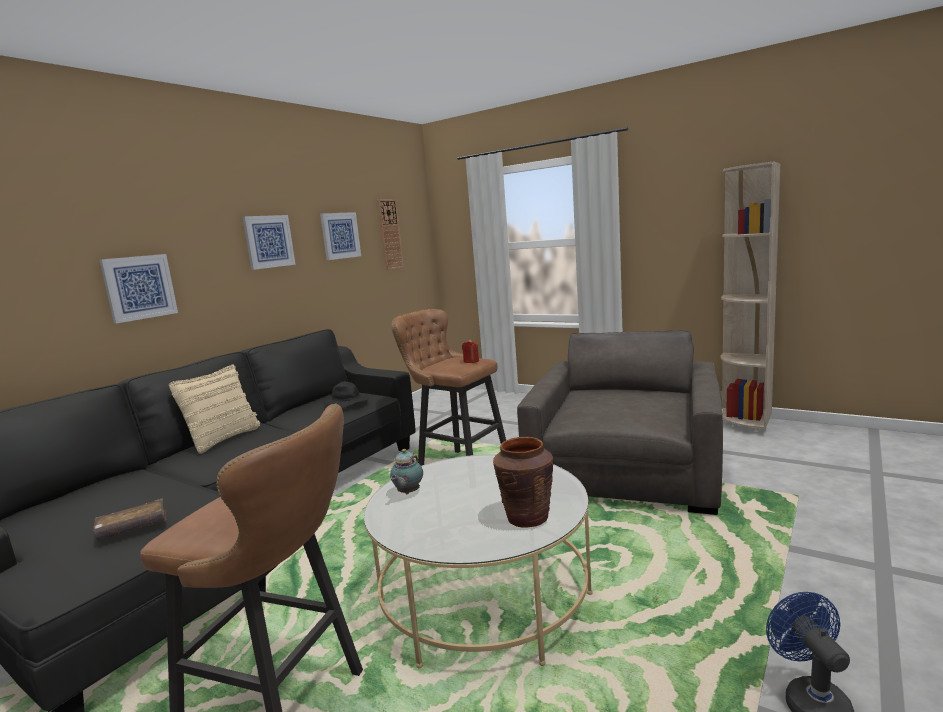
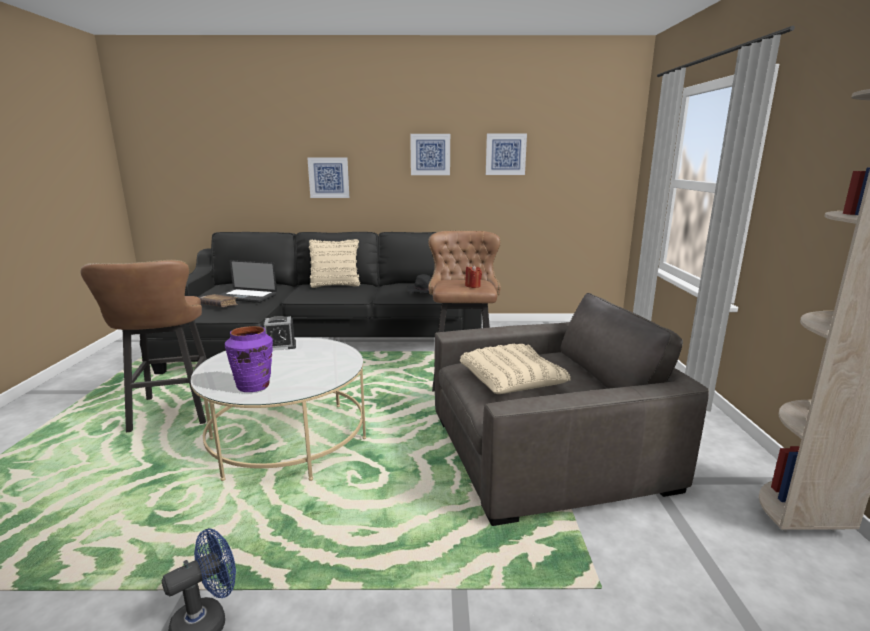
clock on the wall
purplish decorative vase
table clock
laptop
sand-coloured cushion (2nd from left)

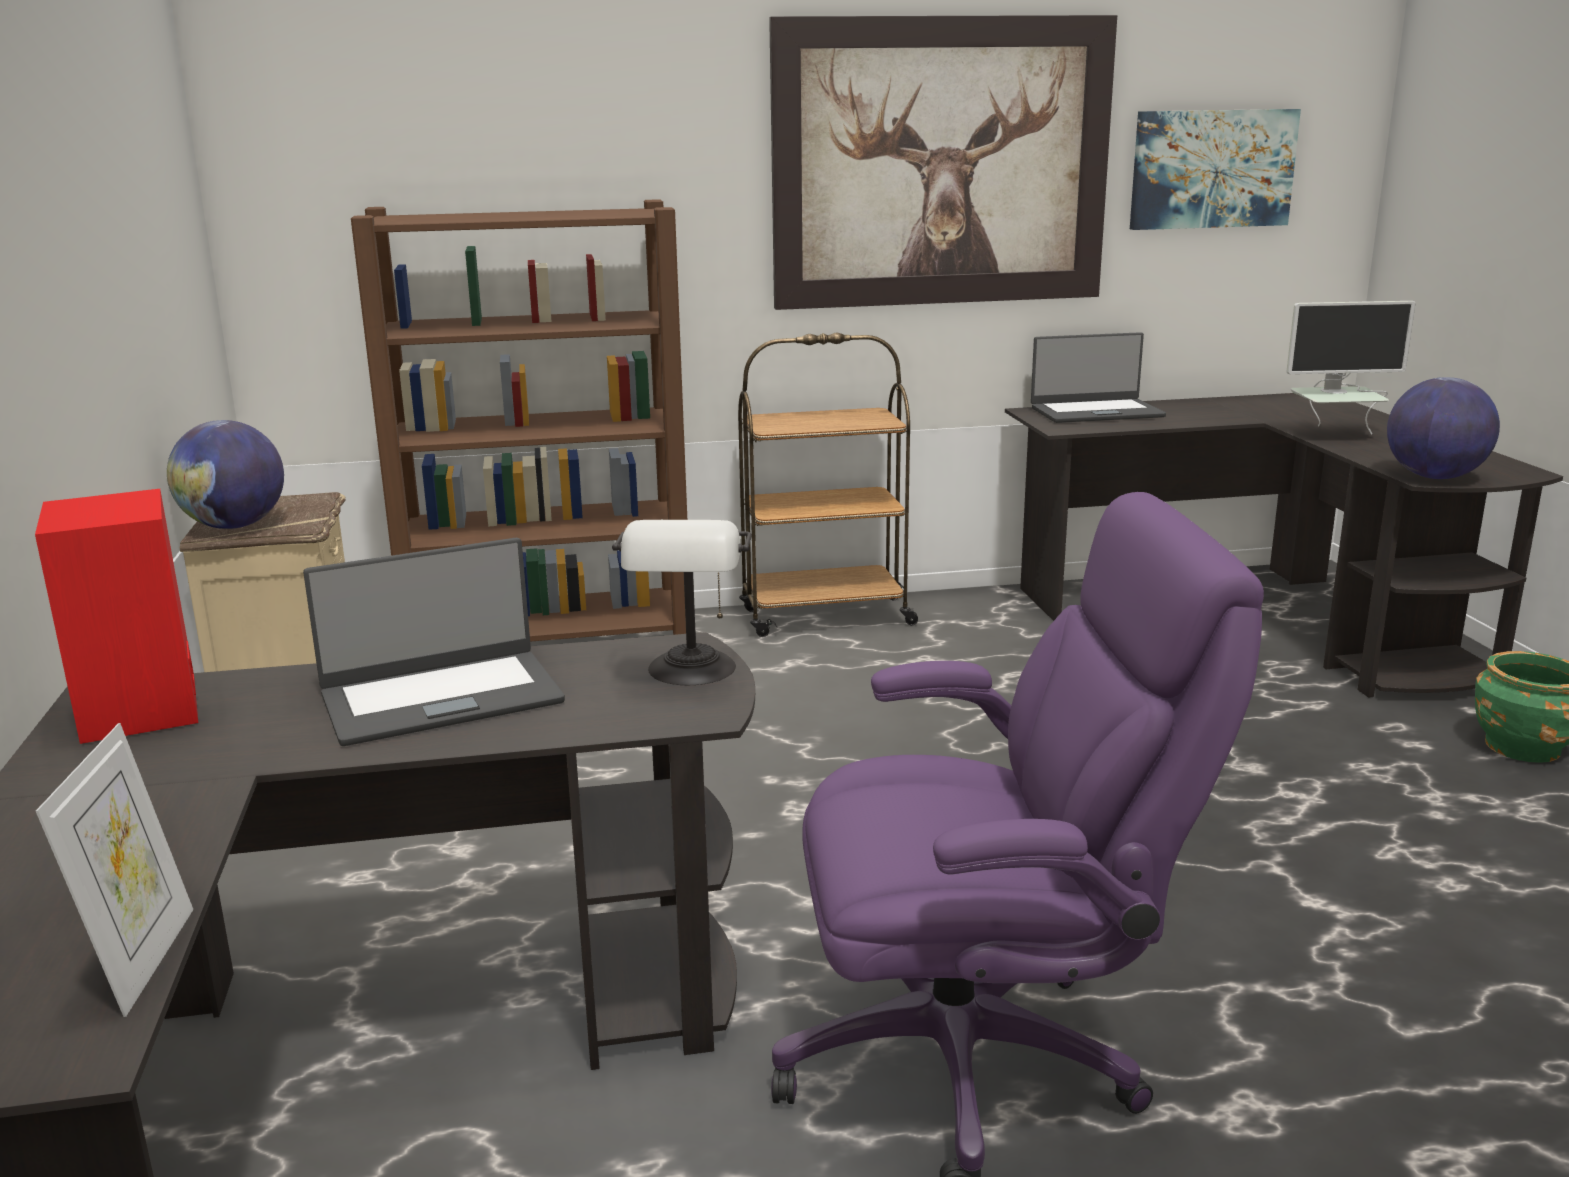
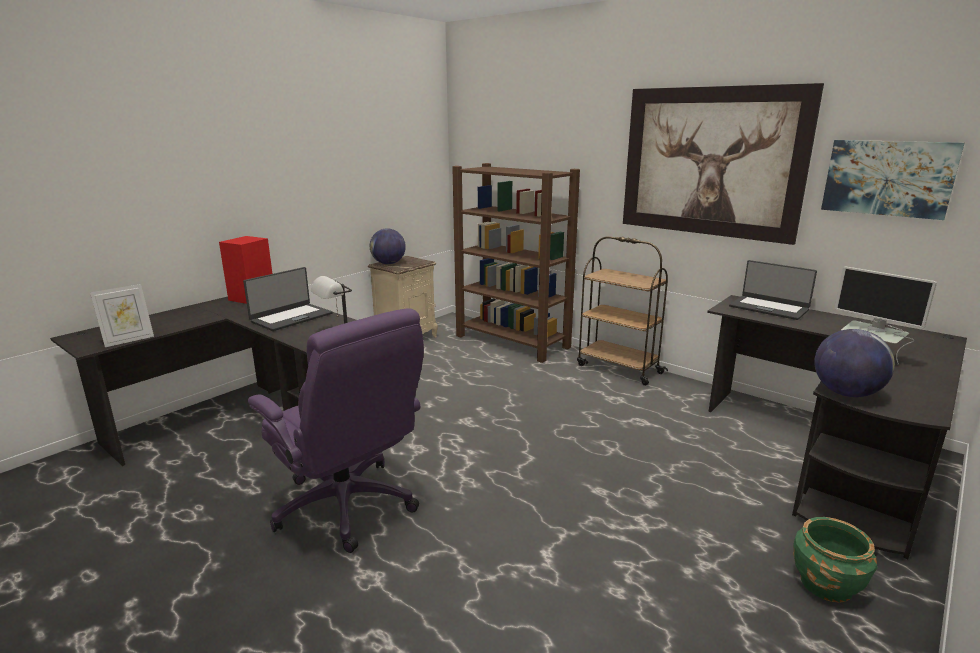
laptop (1st from left)

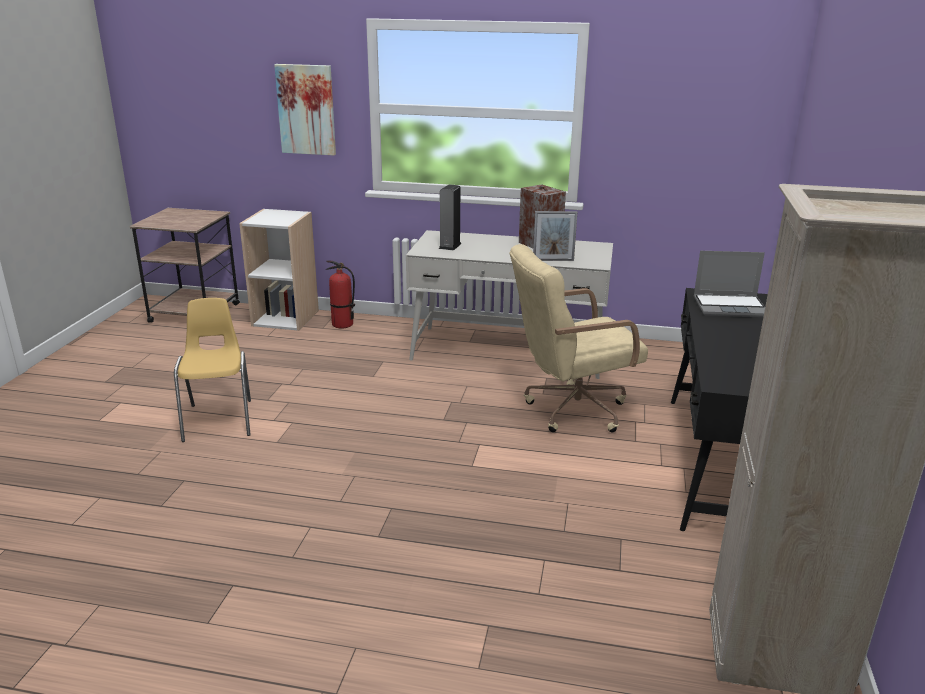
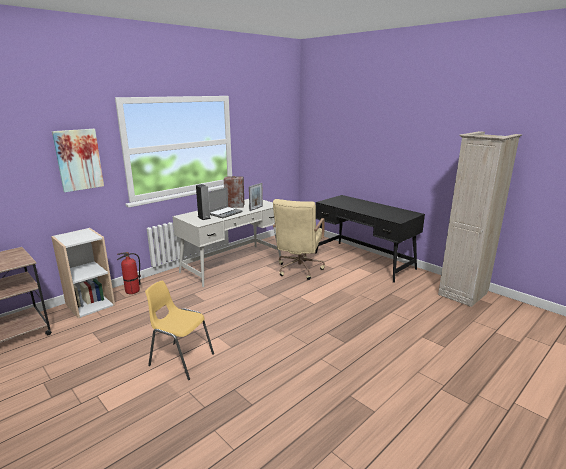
laptop

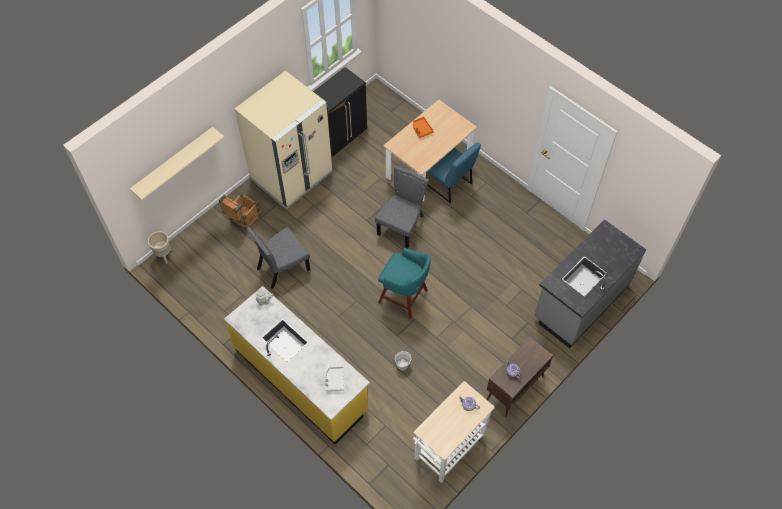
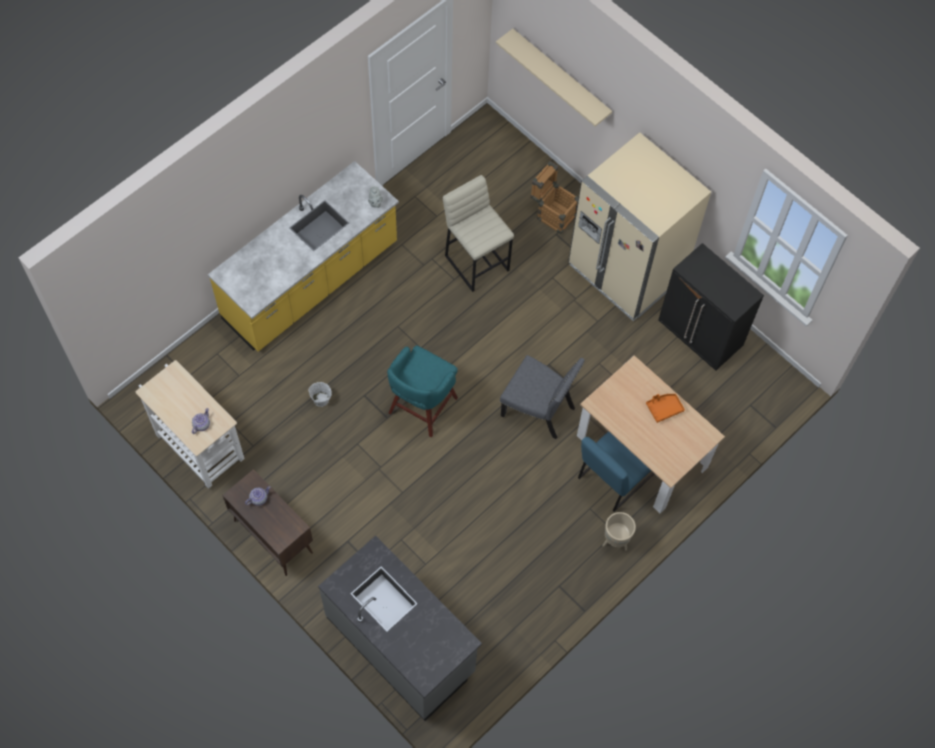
sand-coloured stool seat
sand-coloured planter
gray tray

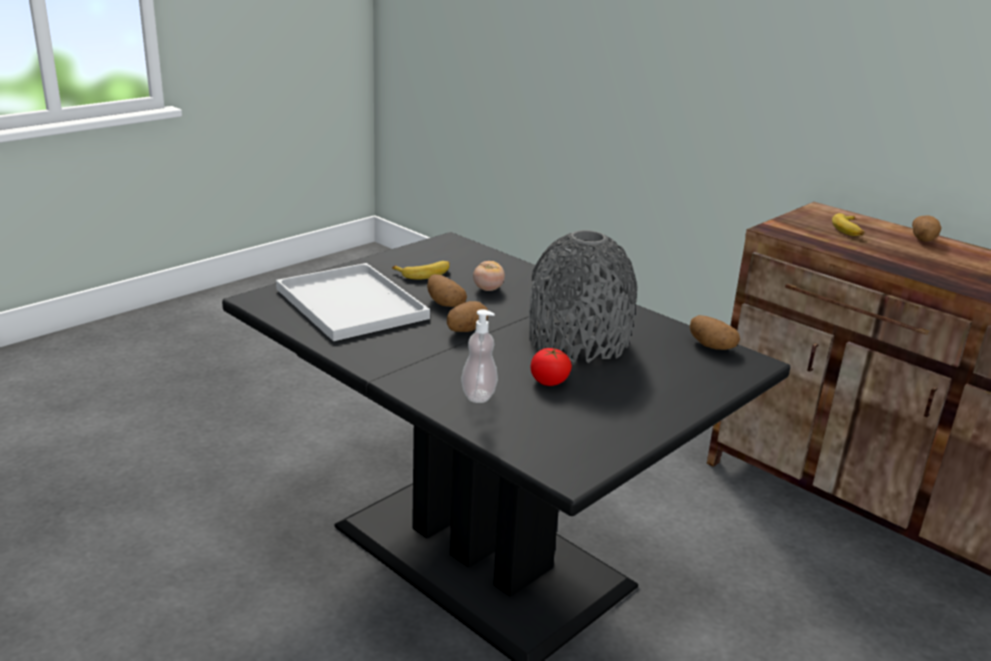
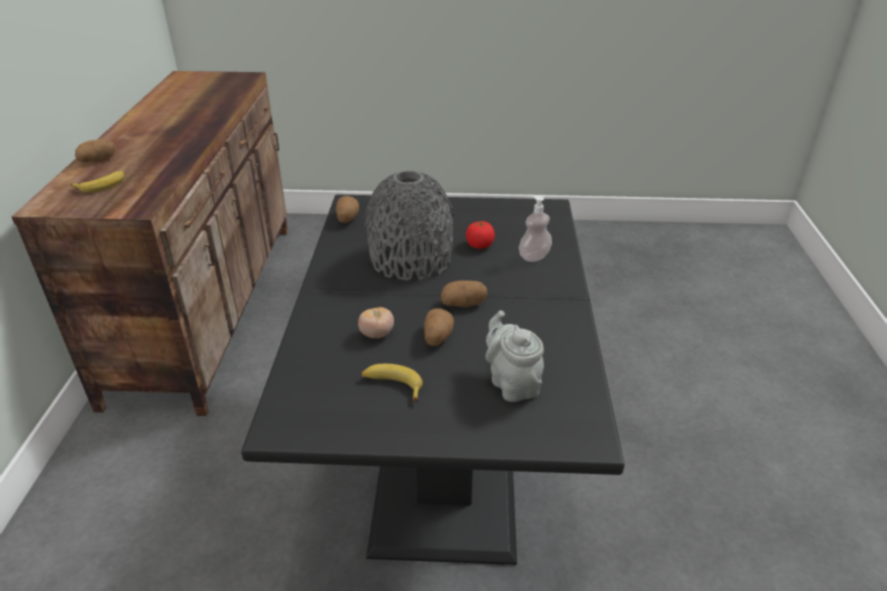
gray teapot

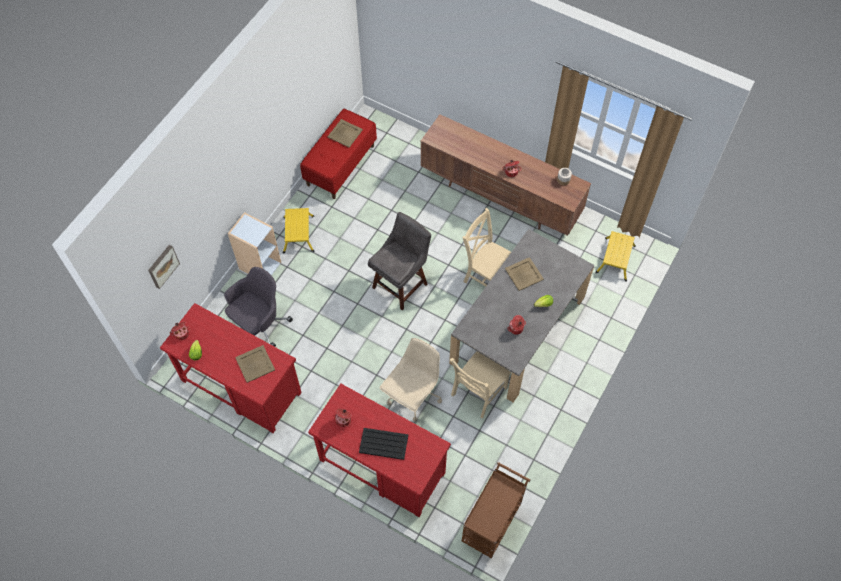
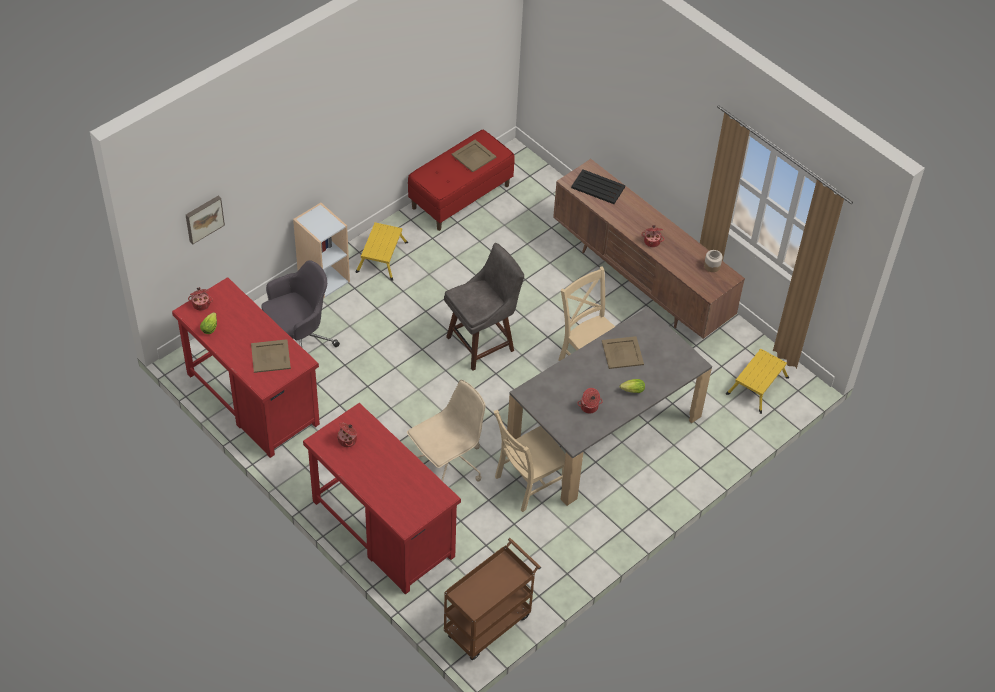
black tray

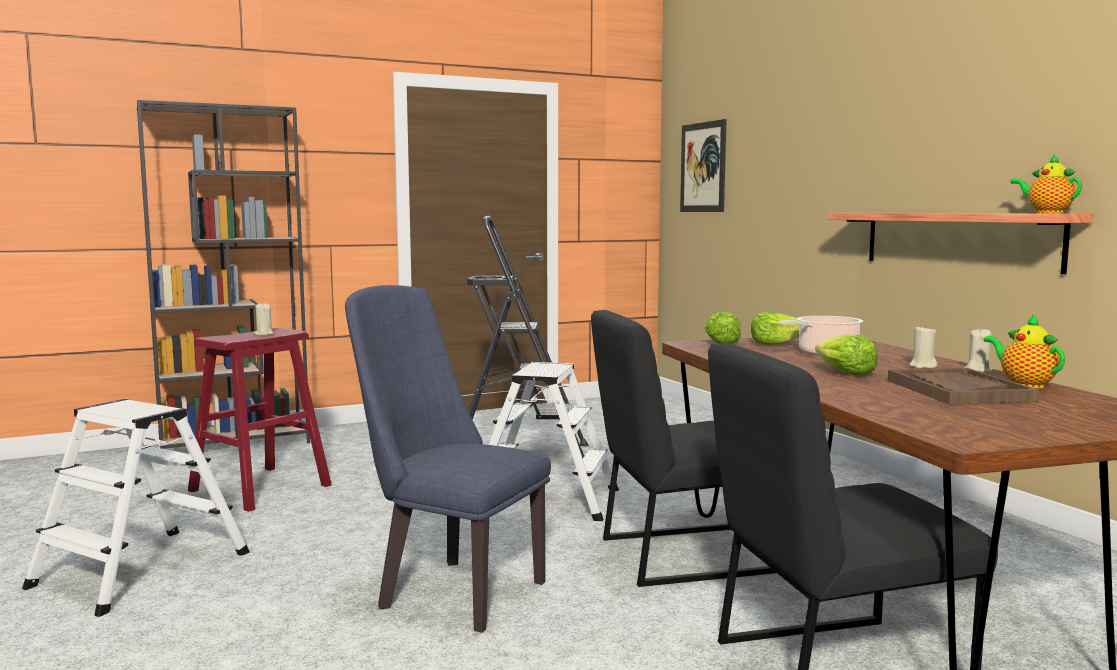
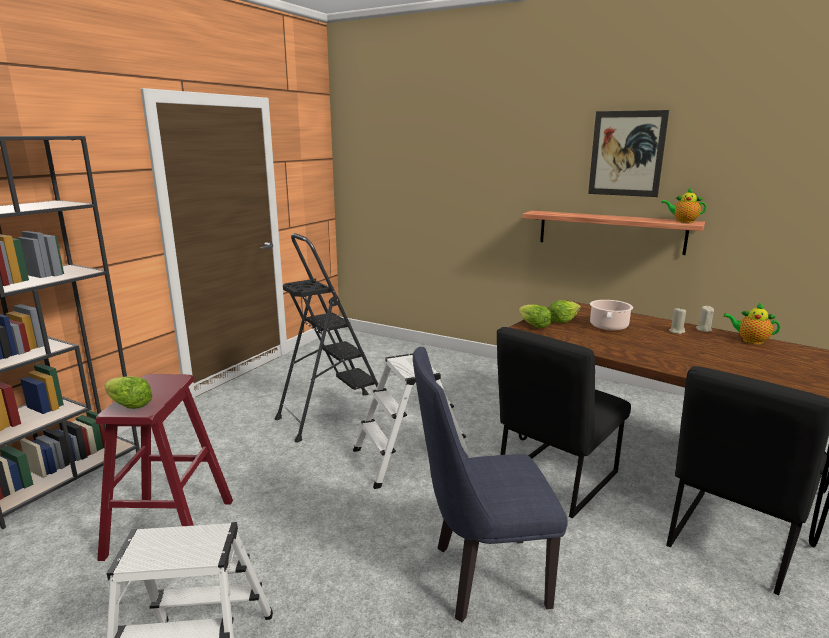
picture
sand-coloured wax light (1st from left in the first image)
head of lettuce (1st from left)
brownish tray

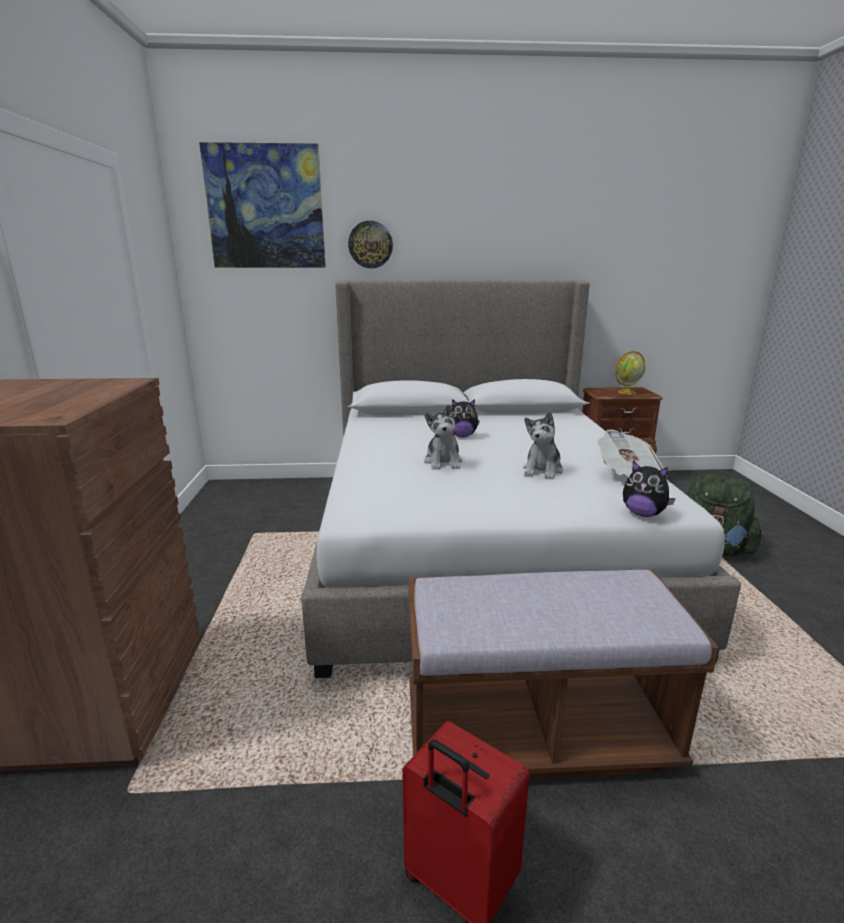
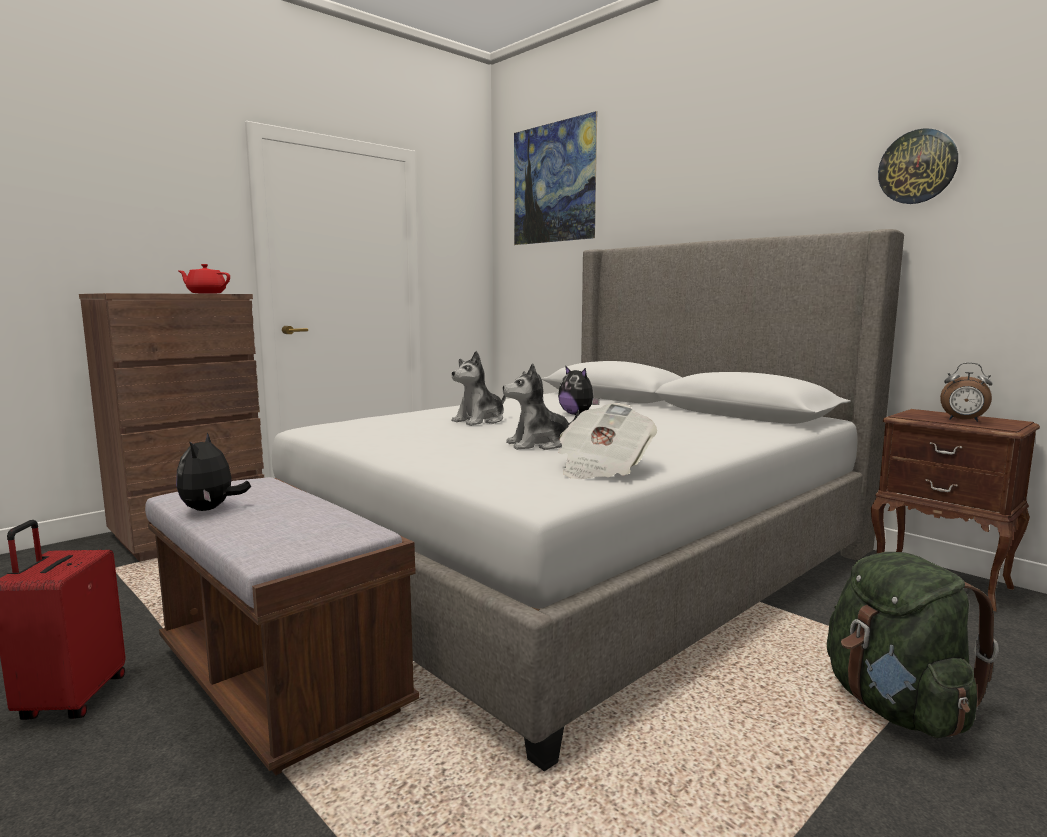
clock on the wall
table clock
plush toy (1st from left)
red teapot

